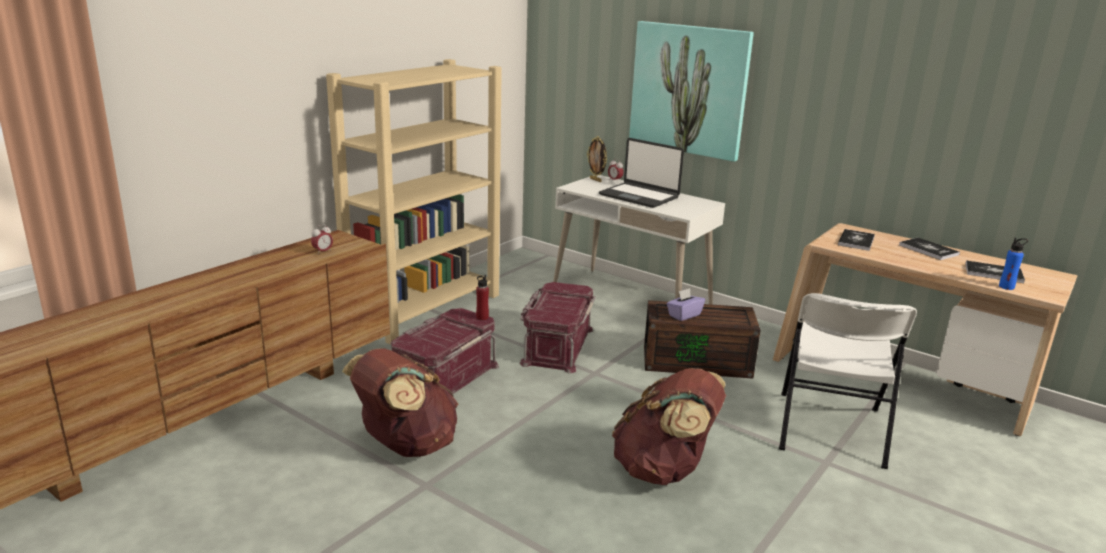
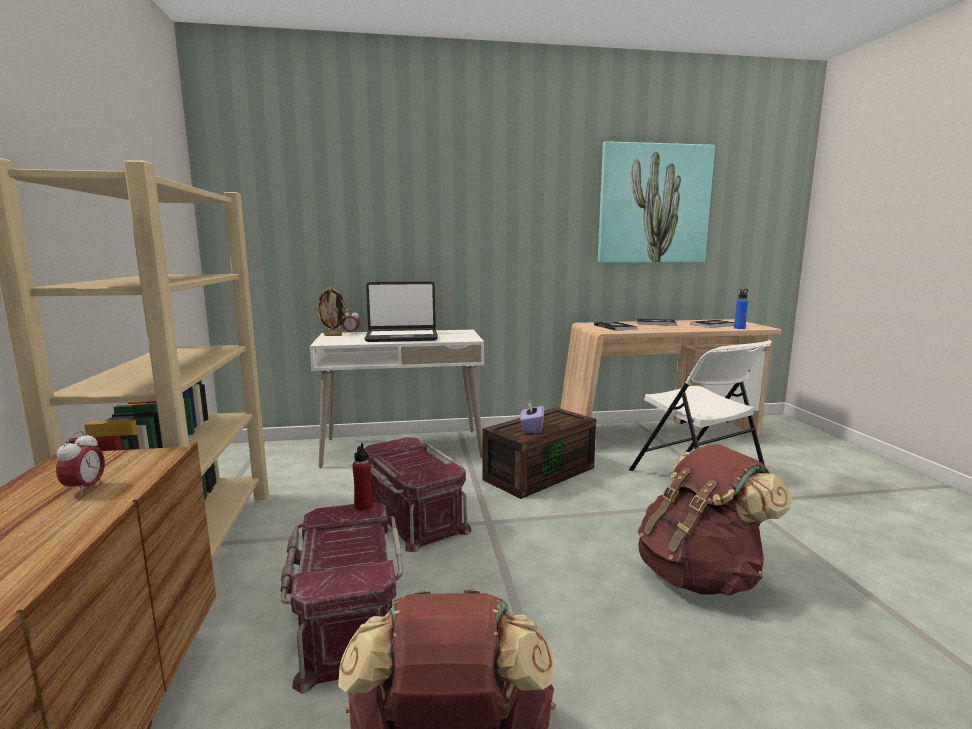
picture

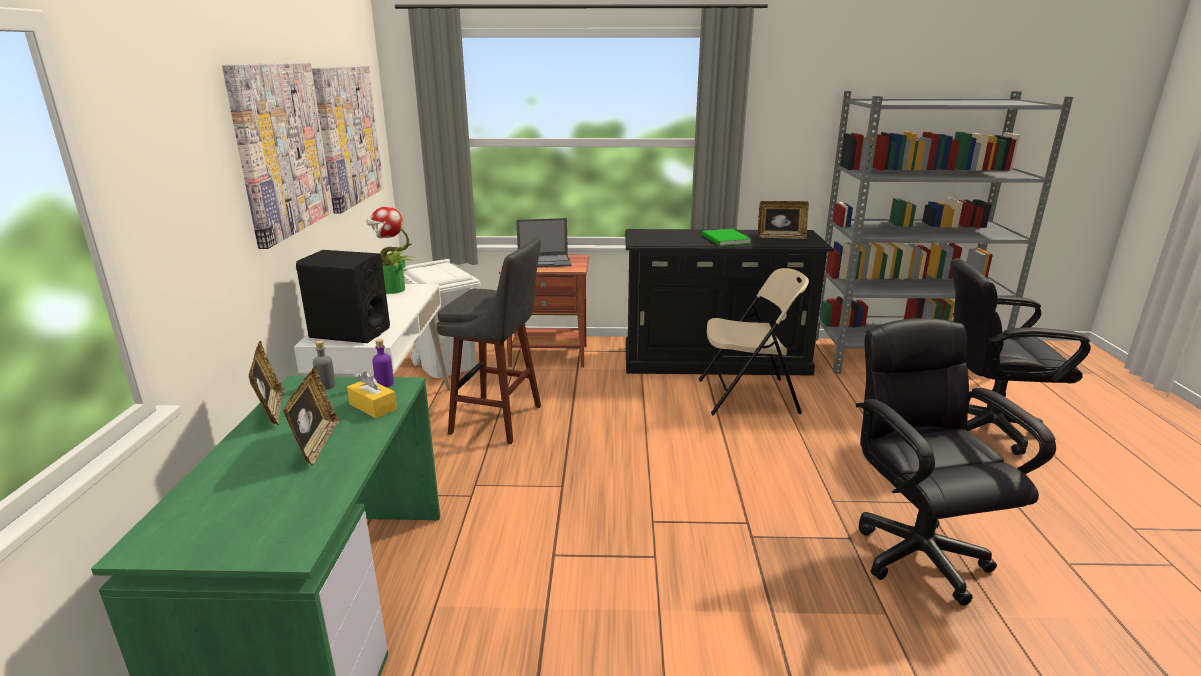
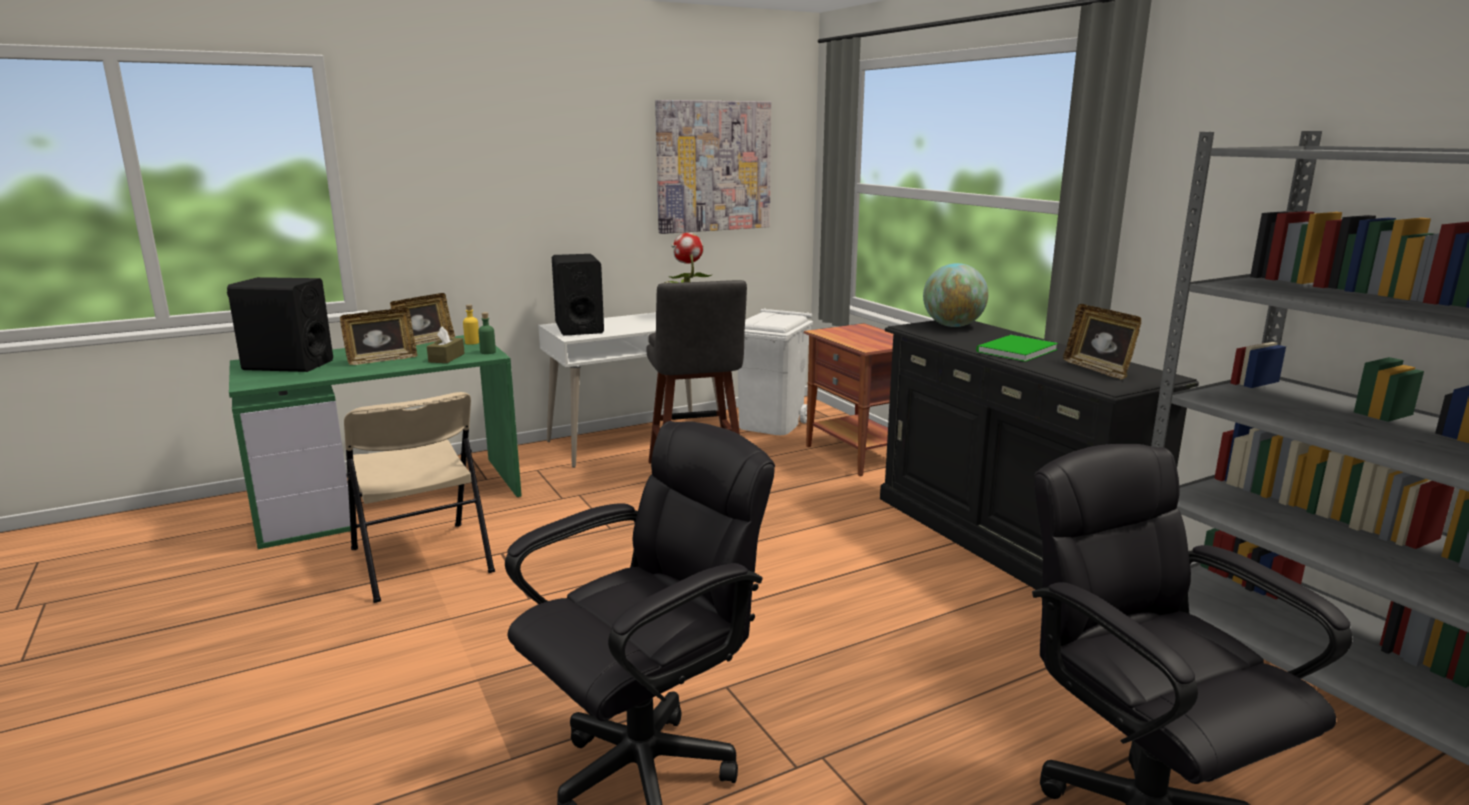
picture (1st from left in the first image)
laptop
sand-coloured upright chair
greenish beverage bottle
yellow beverage bottle
brownish tissue holder
desk globe
black speaker (1st from left)

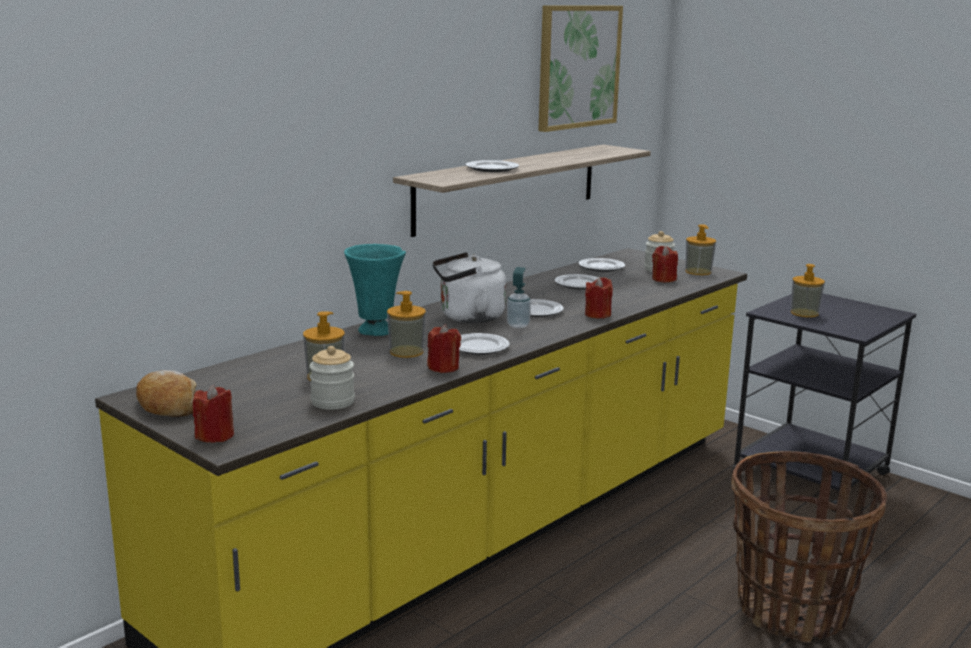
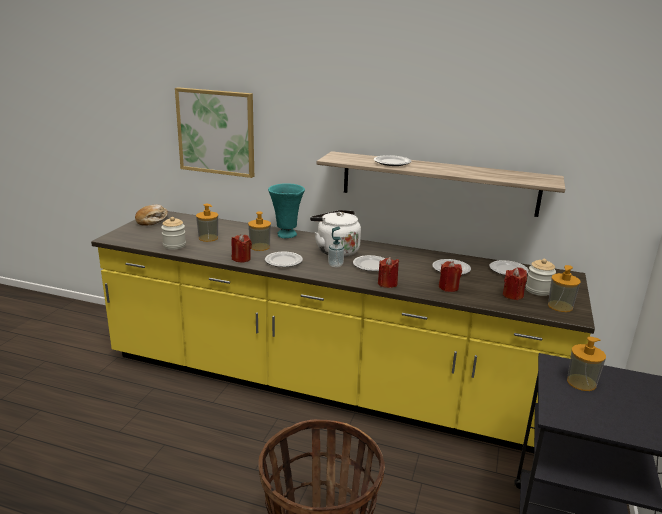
picture
red wax light (3rd from left)

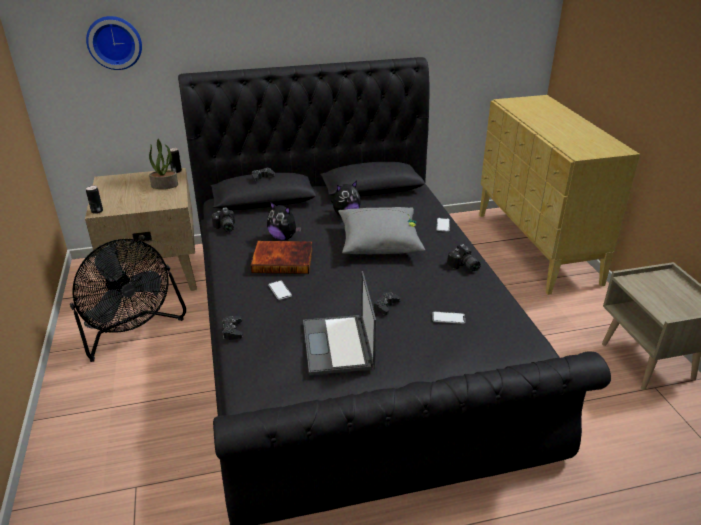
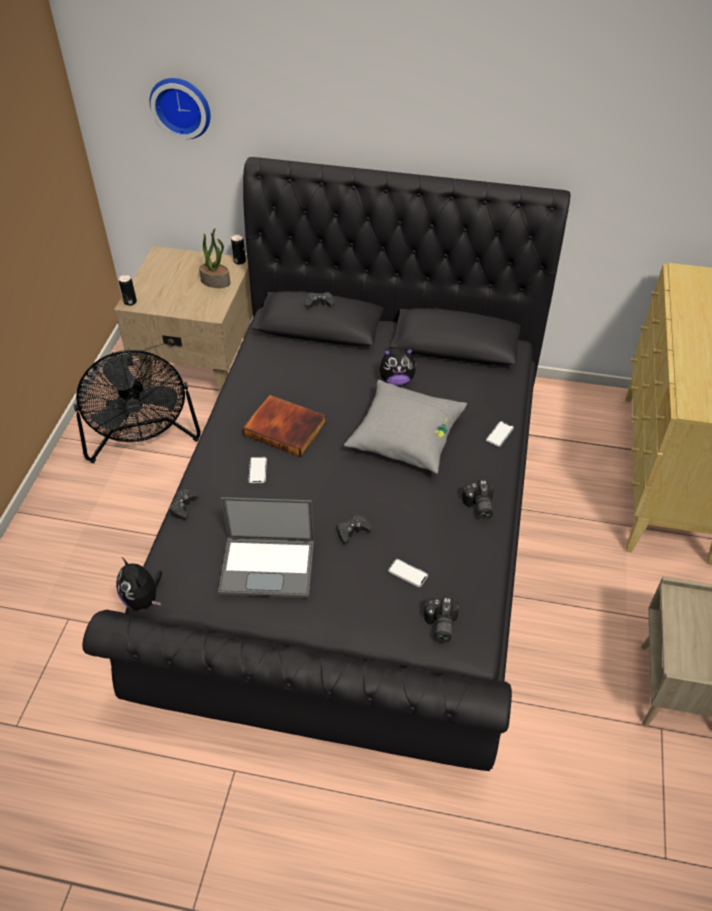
plush toy (1st from left)
still camera (1st from left)
laptop

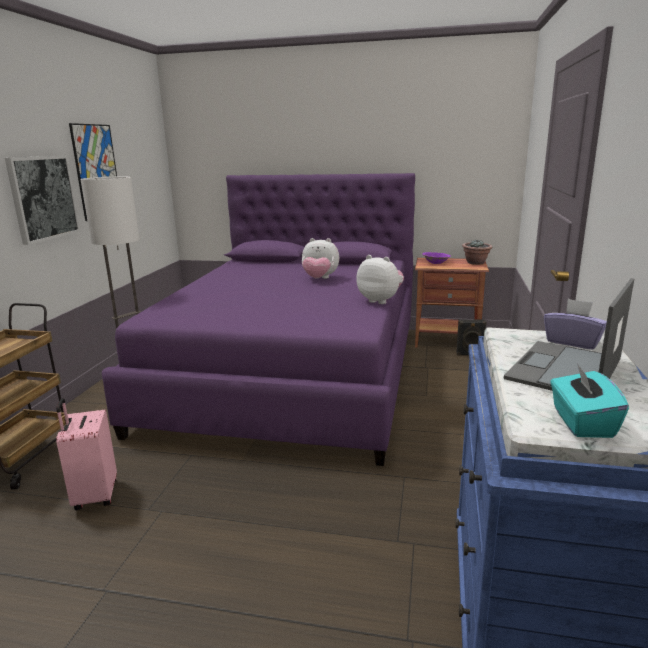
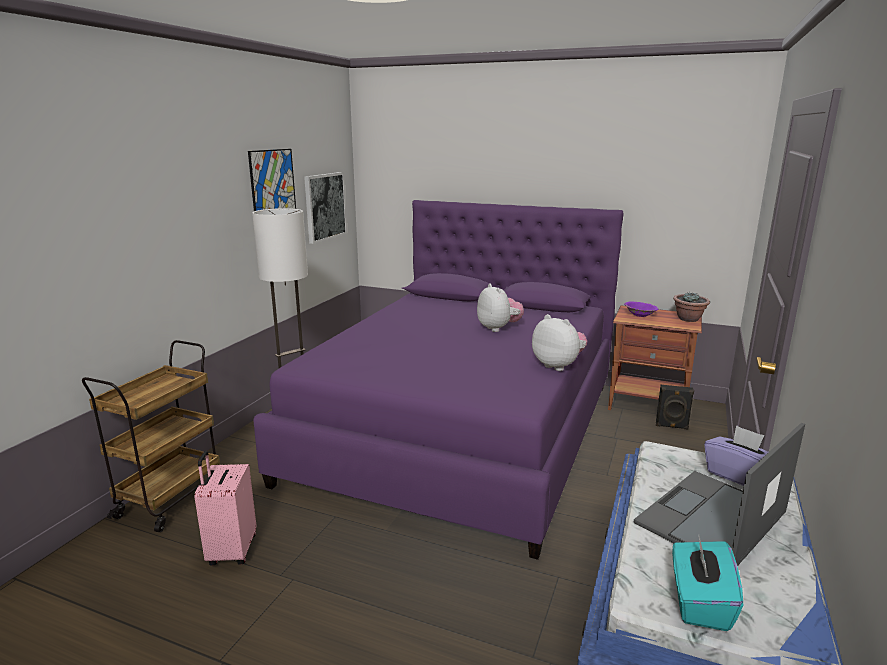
picture (2nd from left)
plush toy (1st from left)

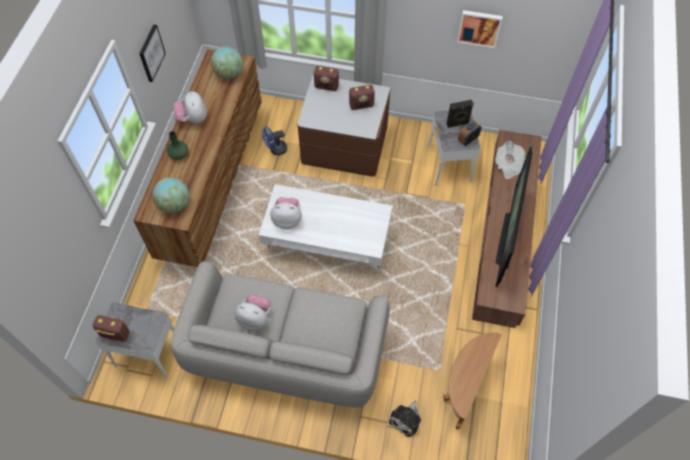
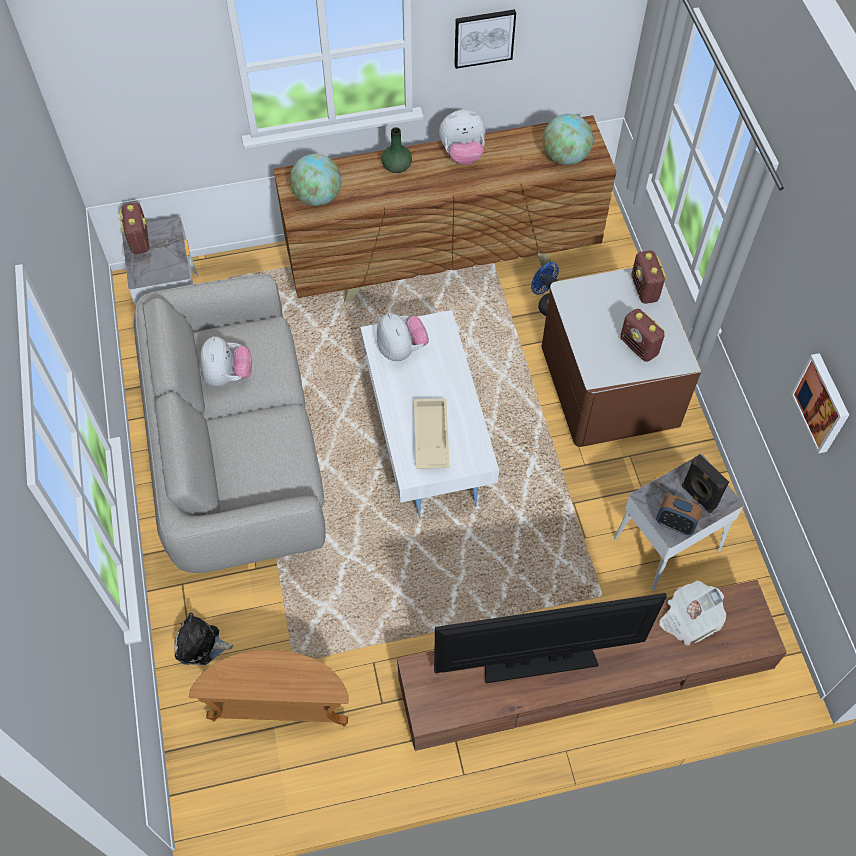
plush toy (4th from left)
sand-coloured tray

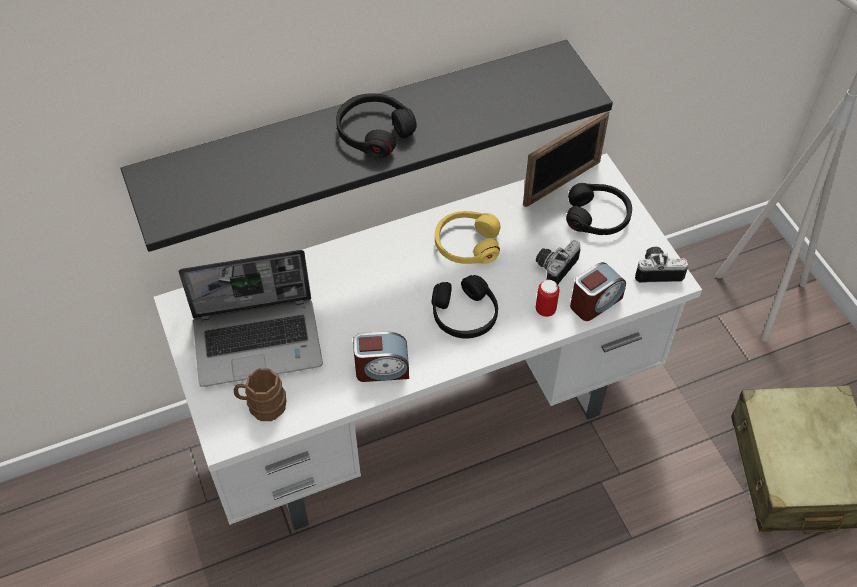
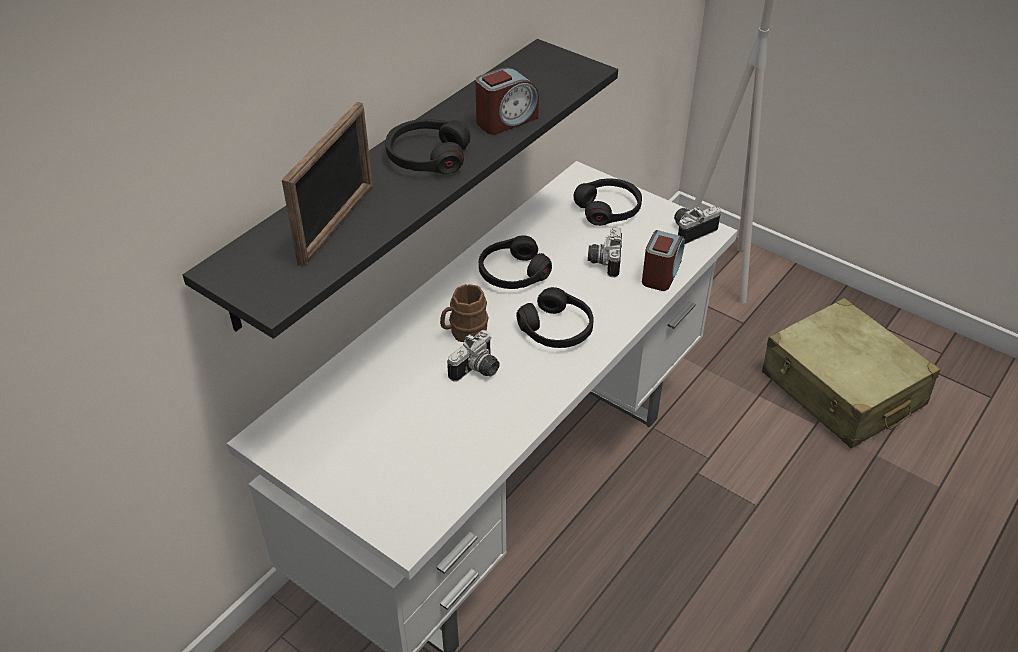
photo frame
black headset (2nd from left)
laptop
metal can
table clock (1st from left)
brownish coffee mug
still camera (1st from left)

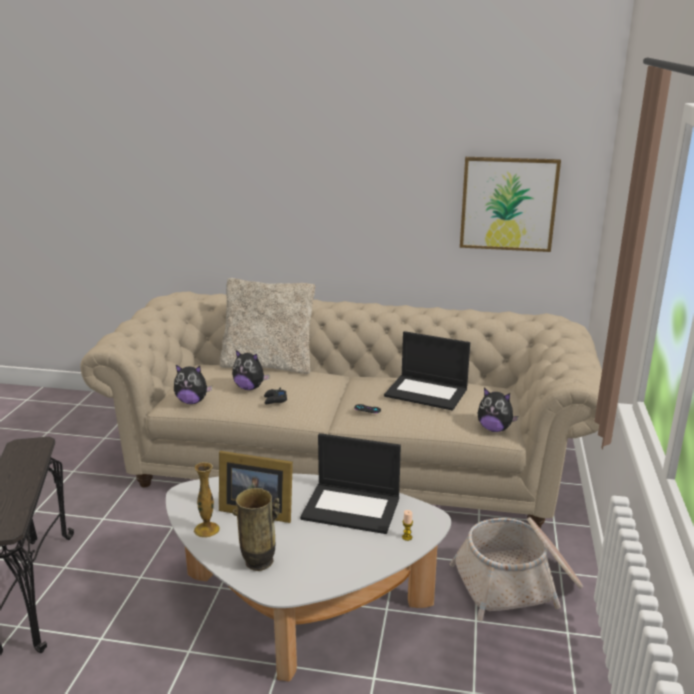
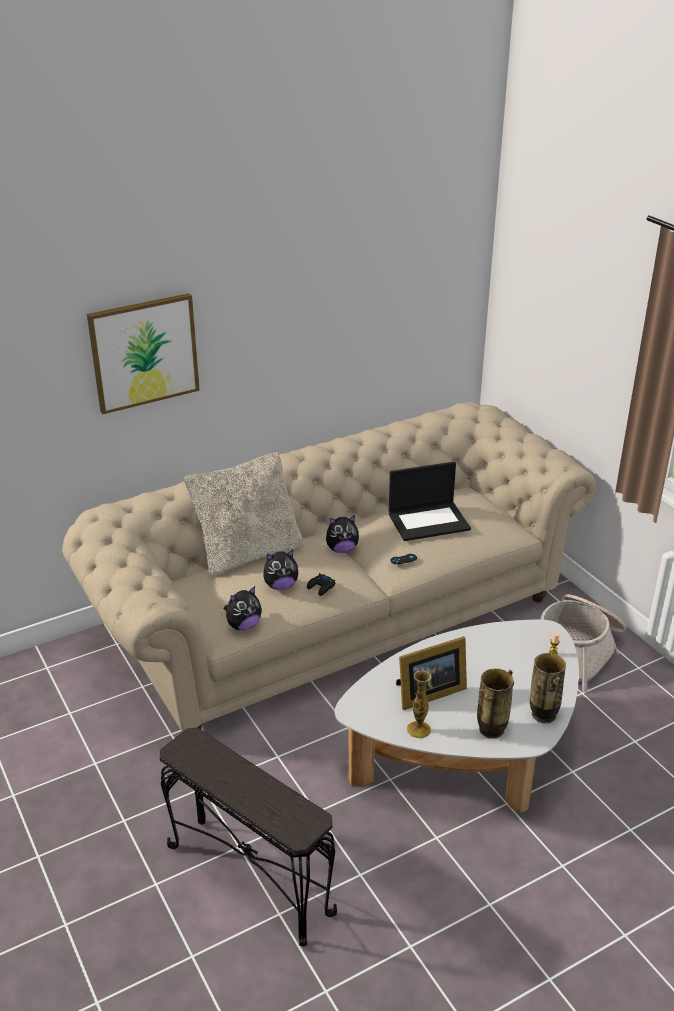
picture
plush toy (3rd from left)
laptop (1st from left in the first image)
decorative vase (3rd from left)

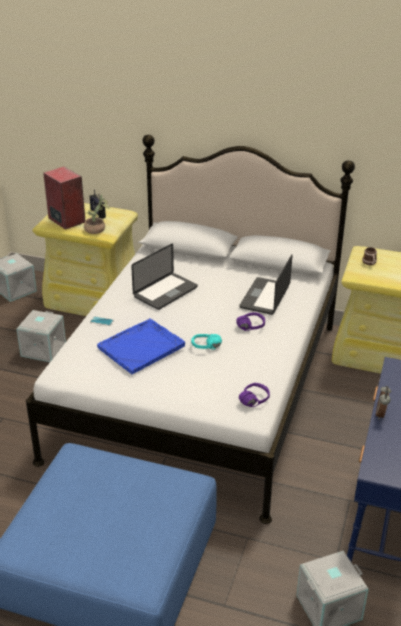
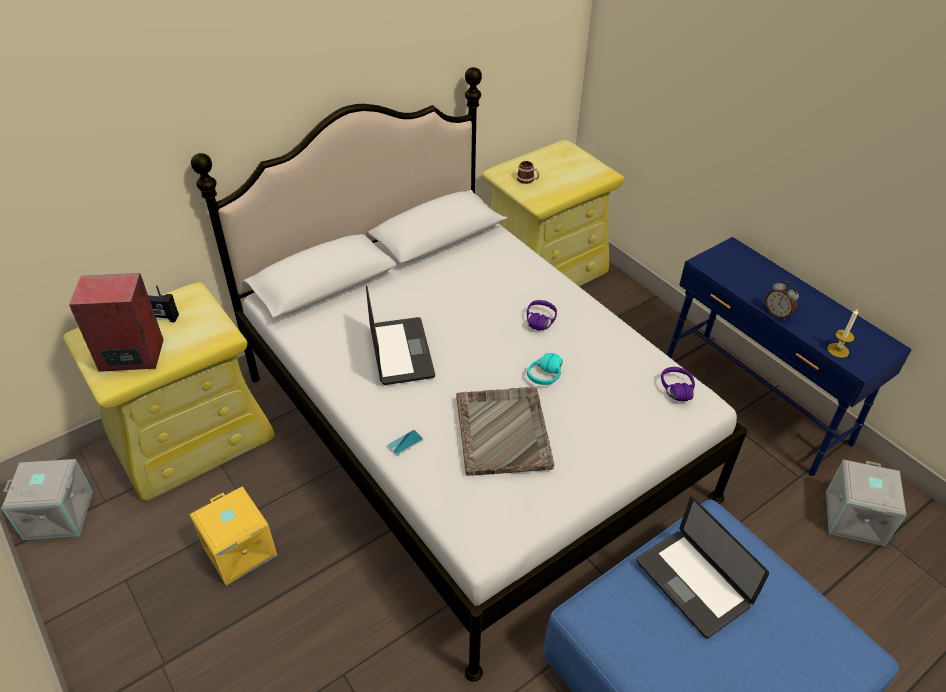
houseplant
laptop (2nd from left)
yellow storage container
gray tray
wax light

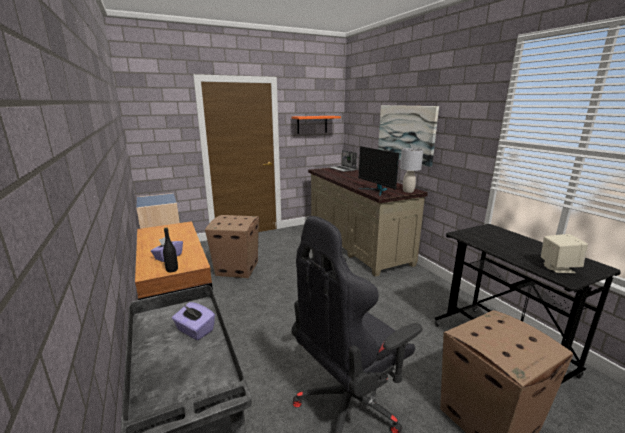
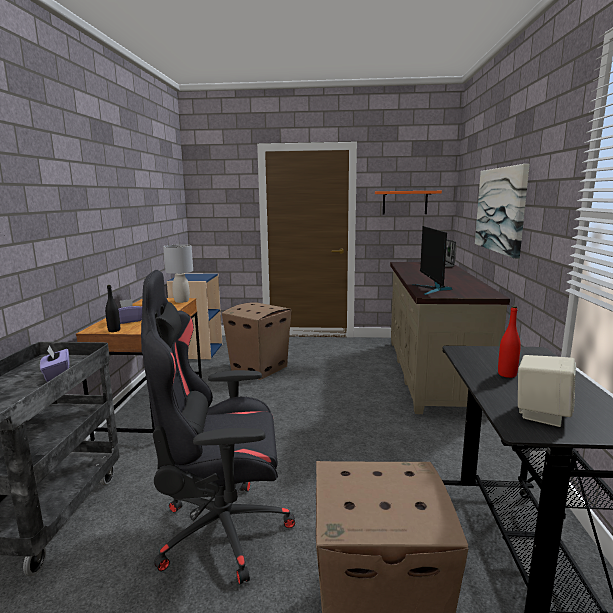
gray tabletop lamp
red beverage bottle

